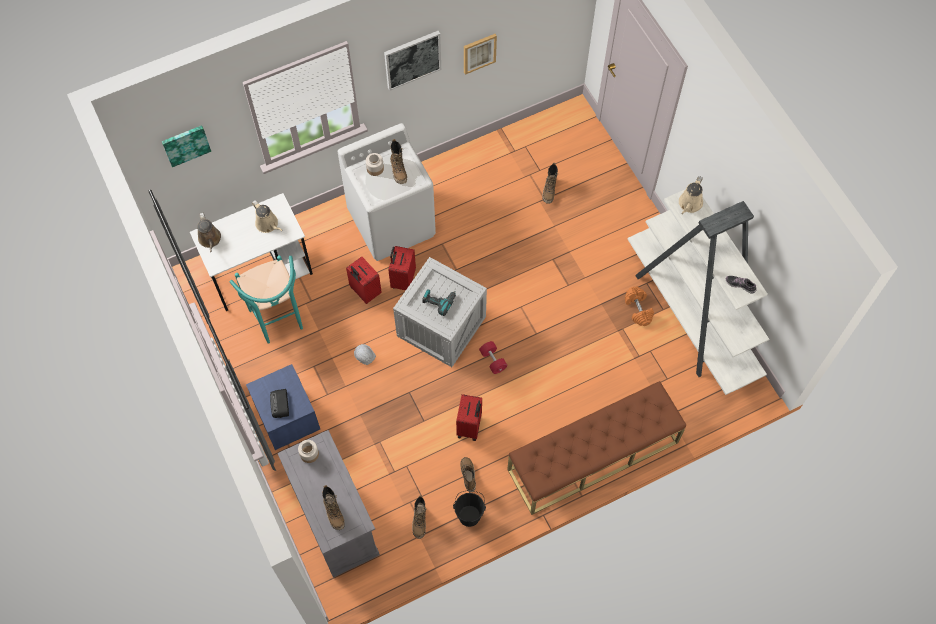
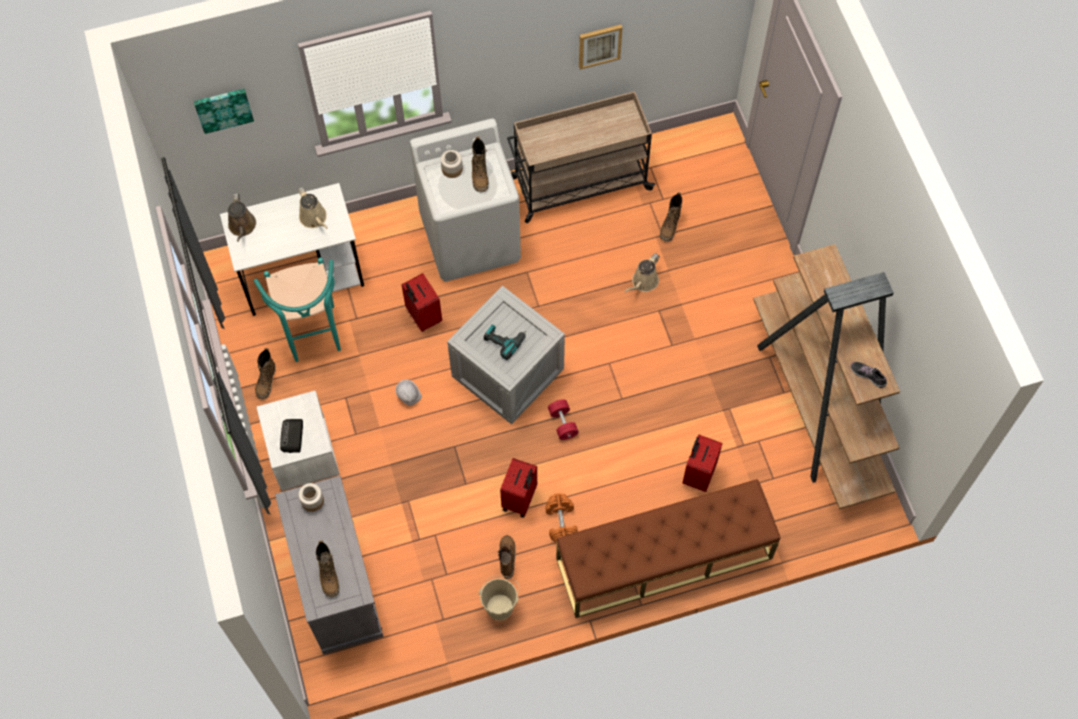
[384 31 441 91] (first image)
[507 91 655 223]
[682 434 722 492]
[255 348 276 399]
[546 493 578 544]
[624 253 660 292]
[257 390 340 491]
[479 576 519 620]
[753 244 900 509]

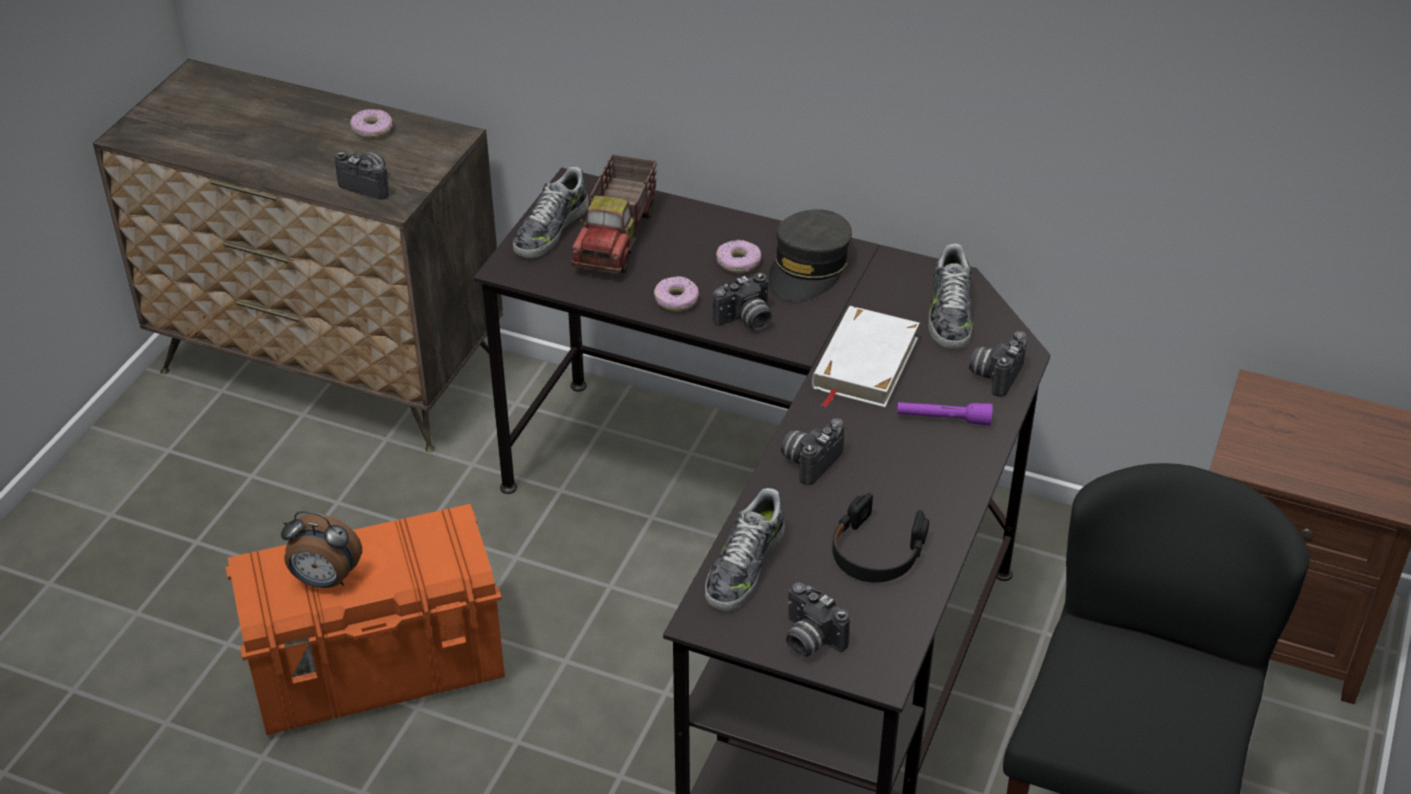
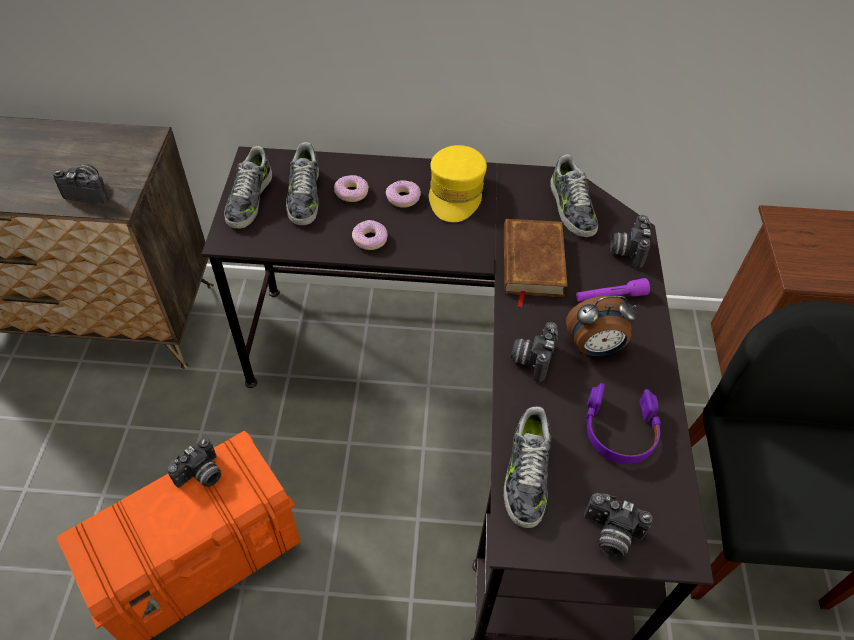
[566 296 637 356]
[334 175 369 202]
[167 438 221 488]
[286 142 319 225]
[429 145 487 222]
[504 219 567 308]
[586 383 661 464]

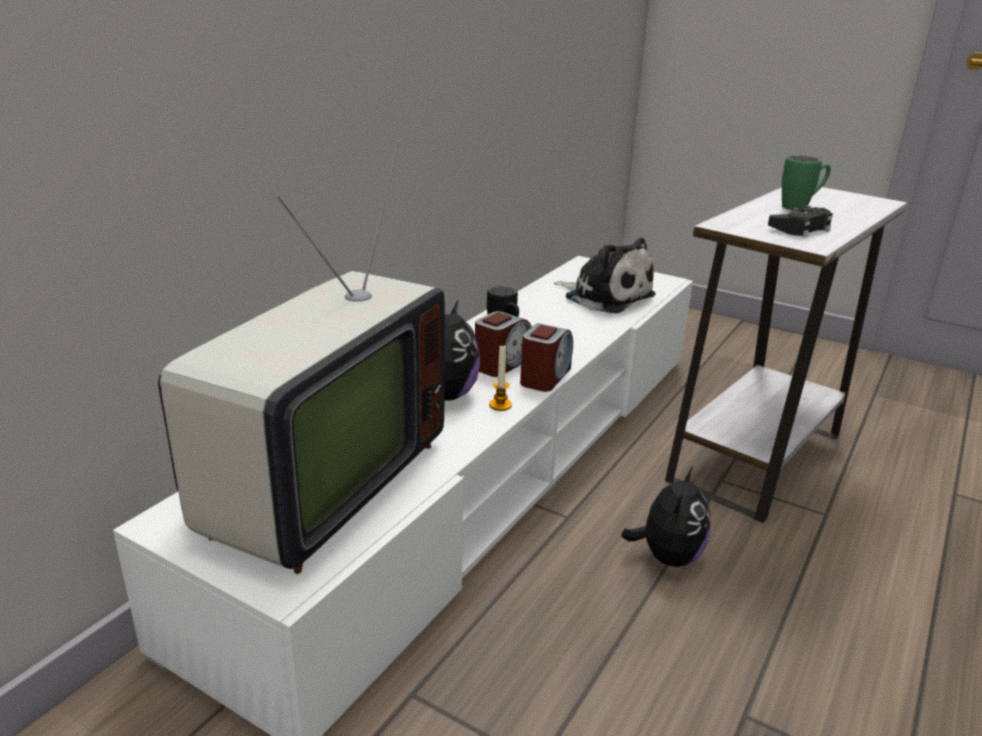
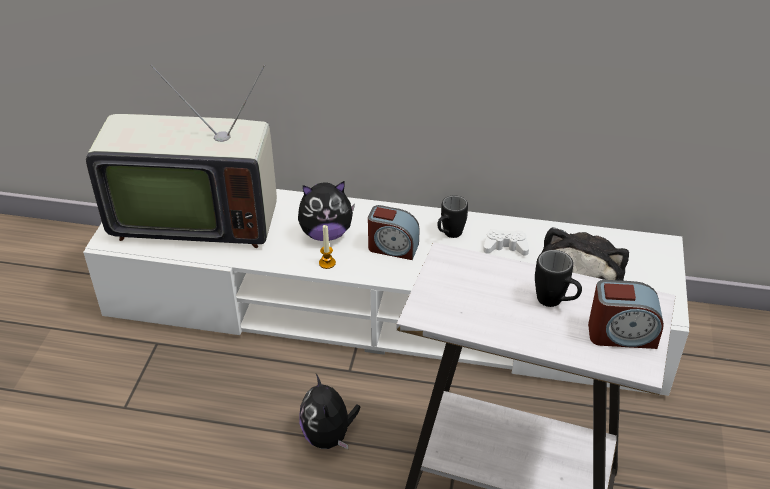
[768 205 833 237] (first image)
[483 229 529 256]
[588 280 664 349]
[535 250 582 307]
[299 374 361 449]

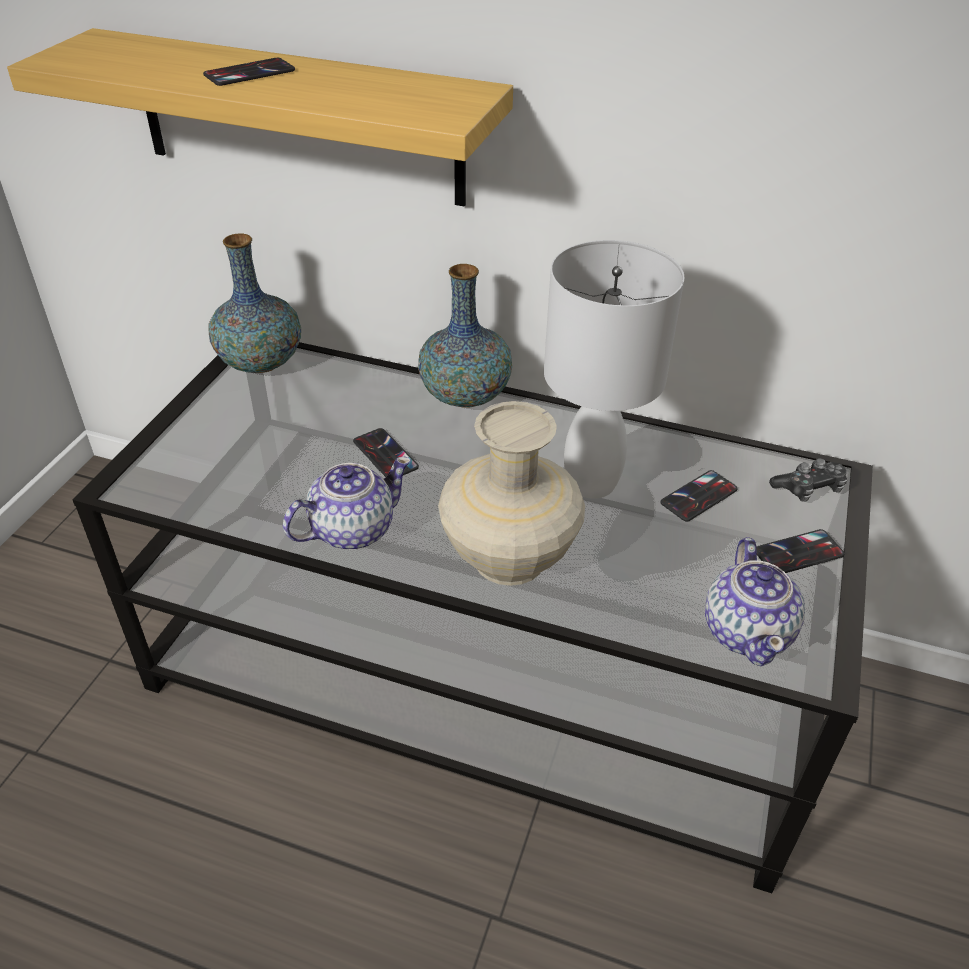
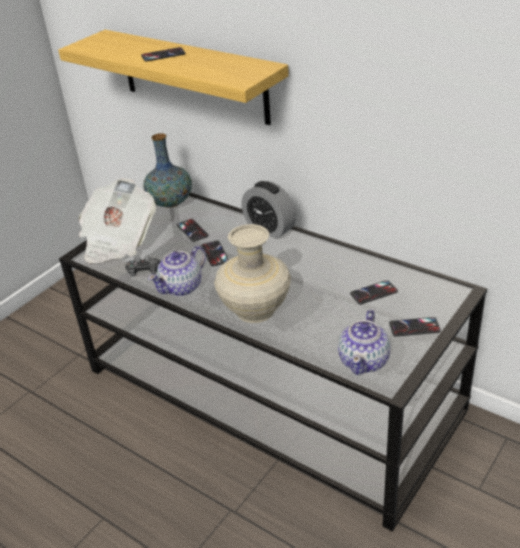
[544 240 684 499] (first image)
[79 179 156 263]
[177 219 208 242]
[125 256 161 277]
[241 181 296 239]
[148 246 206 296]

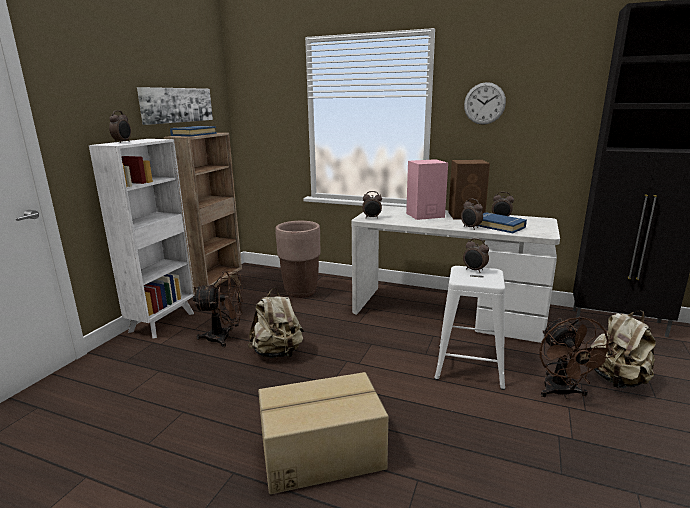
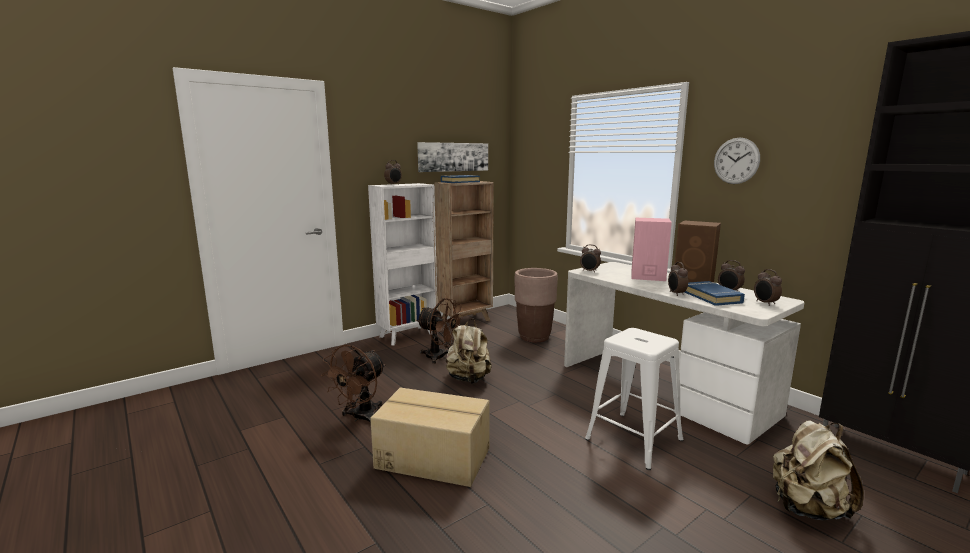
[754 269 782 306]
[321 345 386 424]

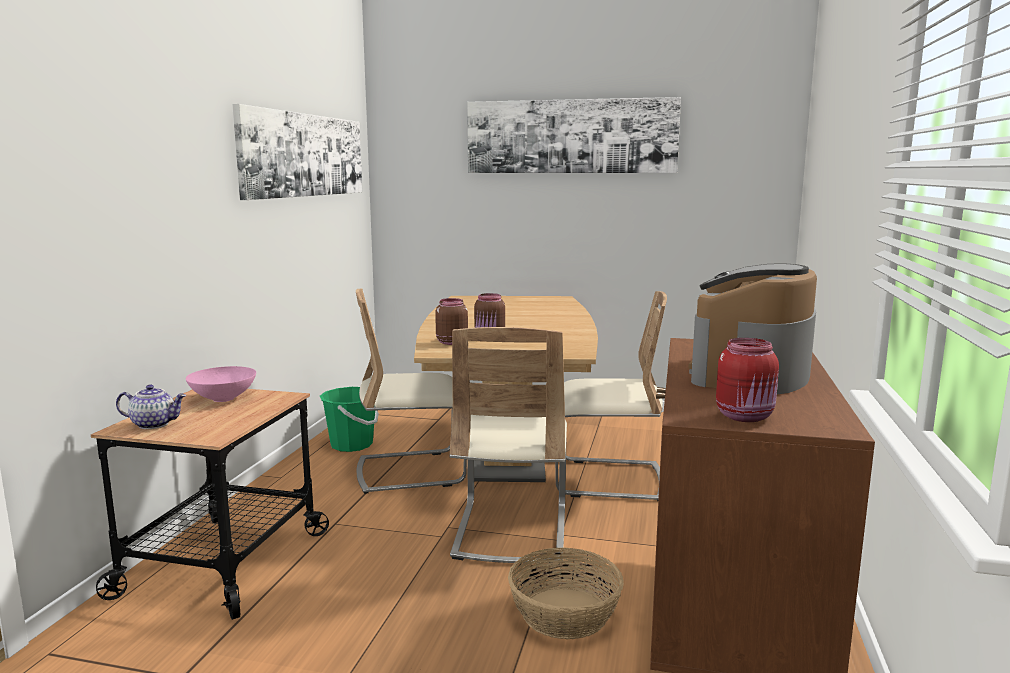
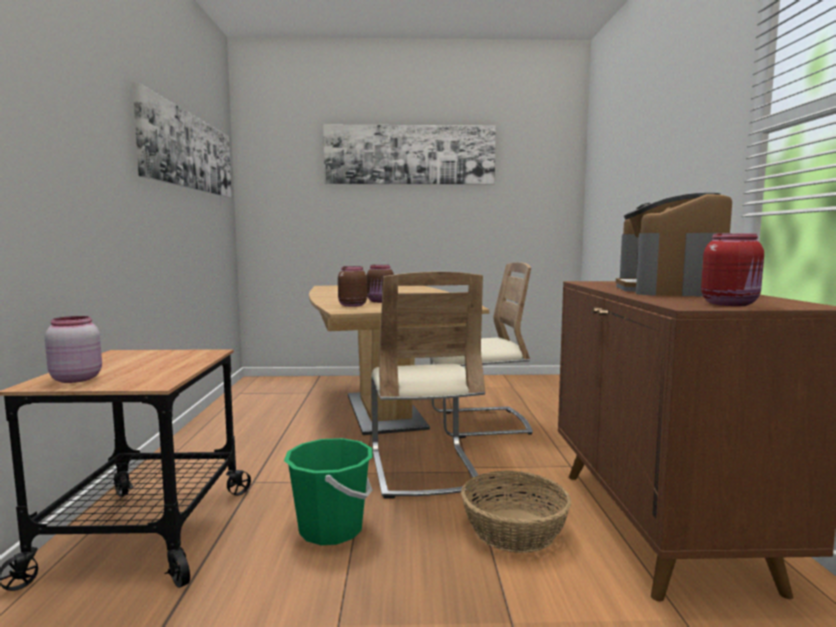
[186 366 256 402] (first image)
[356 289 467 494] (first image)
[284 438 373 545]
[45 316 102 383]

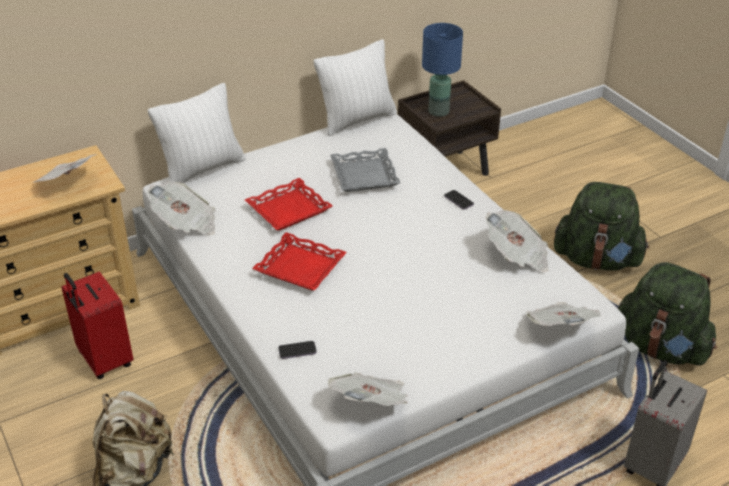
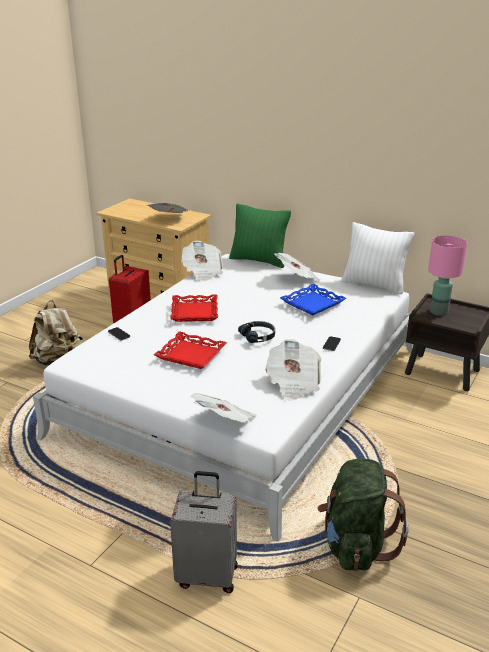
[554 182 649 271] (first image)
[238 321 275 343]
[154 331 227 369]
[274 253 320 280]
[229 203 291 268]
[280 284 346 315]
[428 235 467 316]

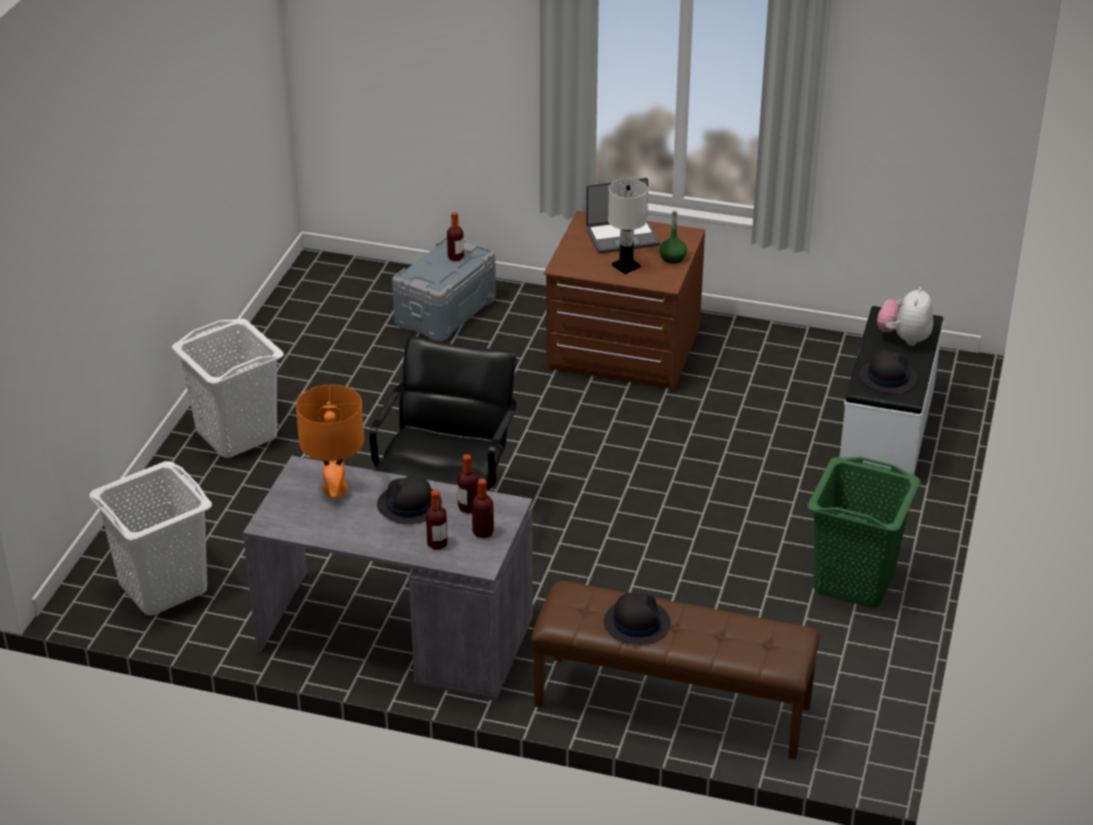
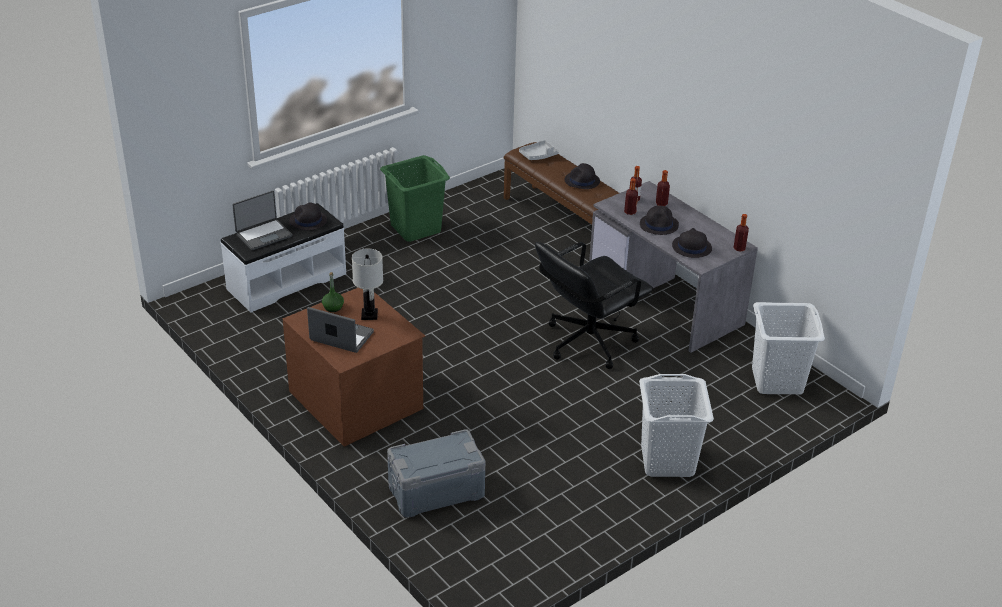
[519 140 559 160]
[733 214 749 252]
[672 228 712 258]
[233 191 293 250]

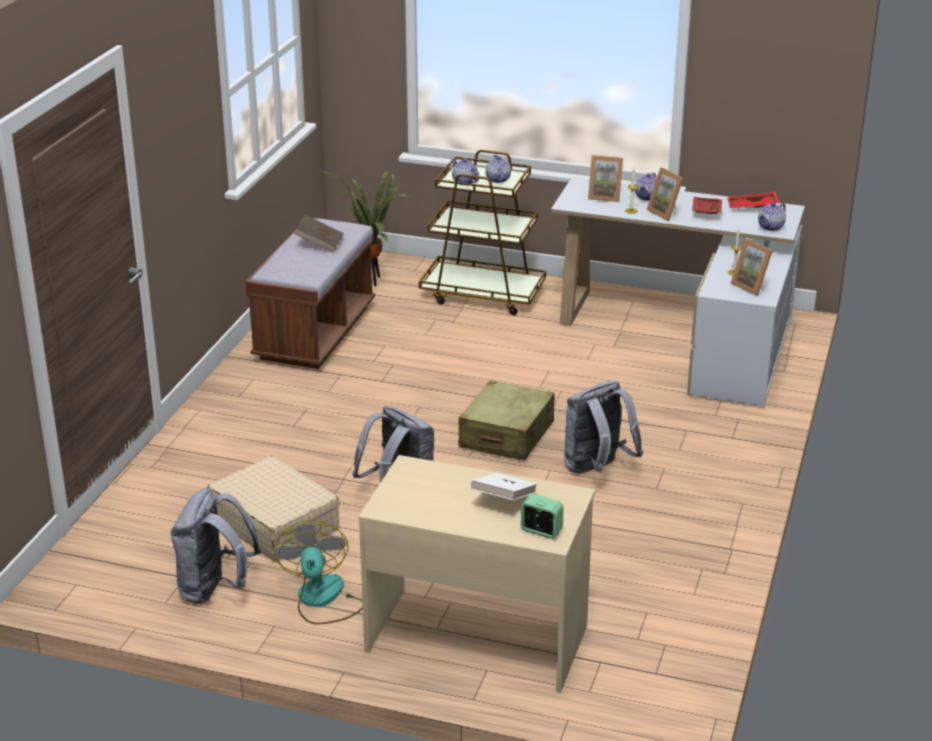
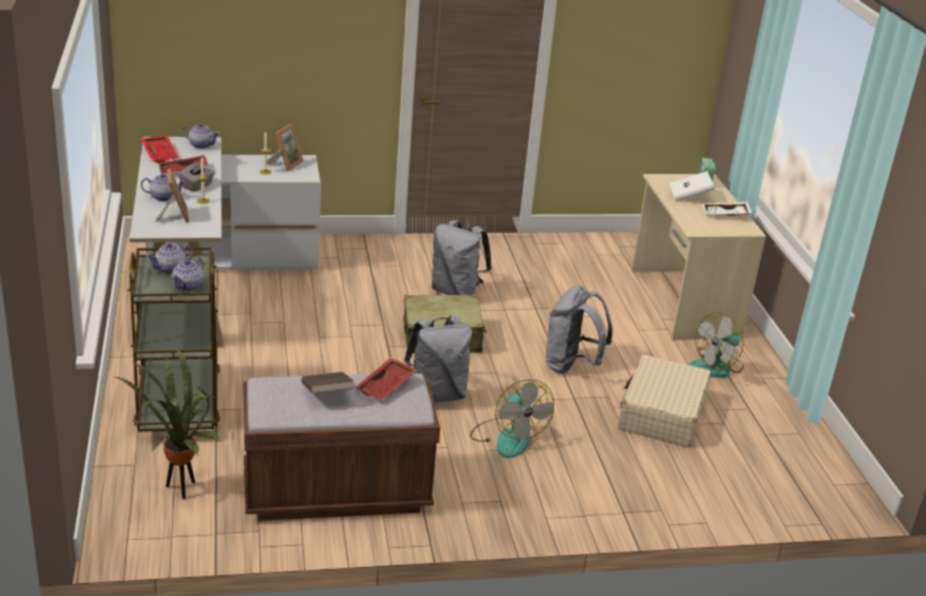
[355 358 417 400]
[470 379 554 458]
[702 202 752 216]
[404 315 472 403]
[179 163 215 192]

